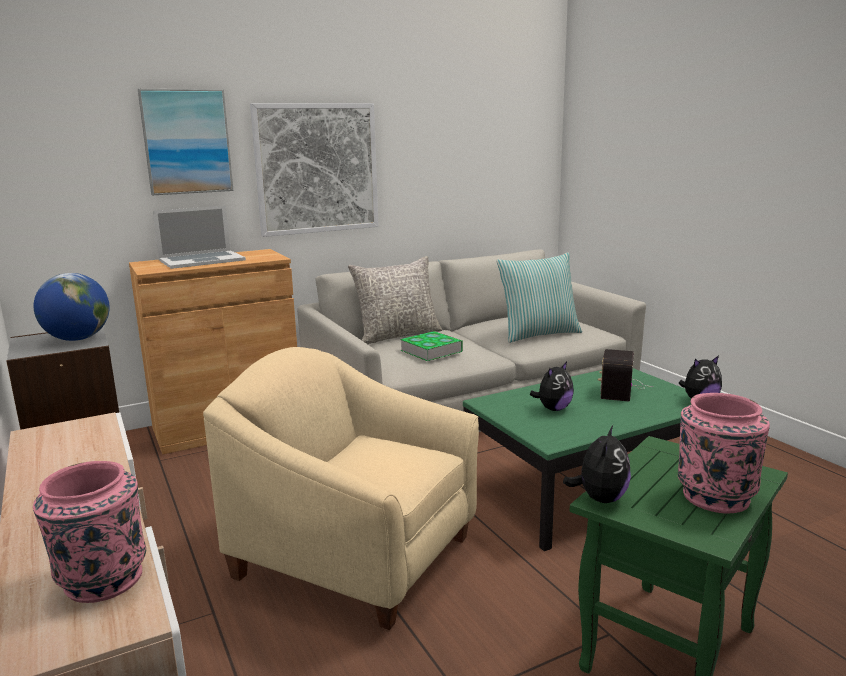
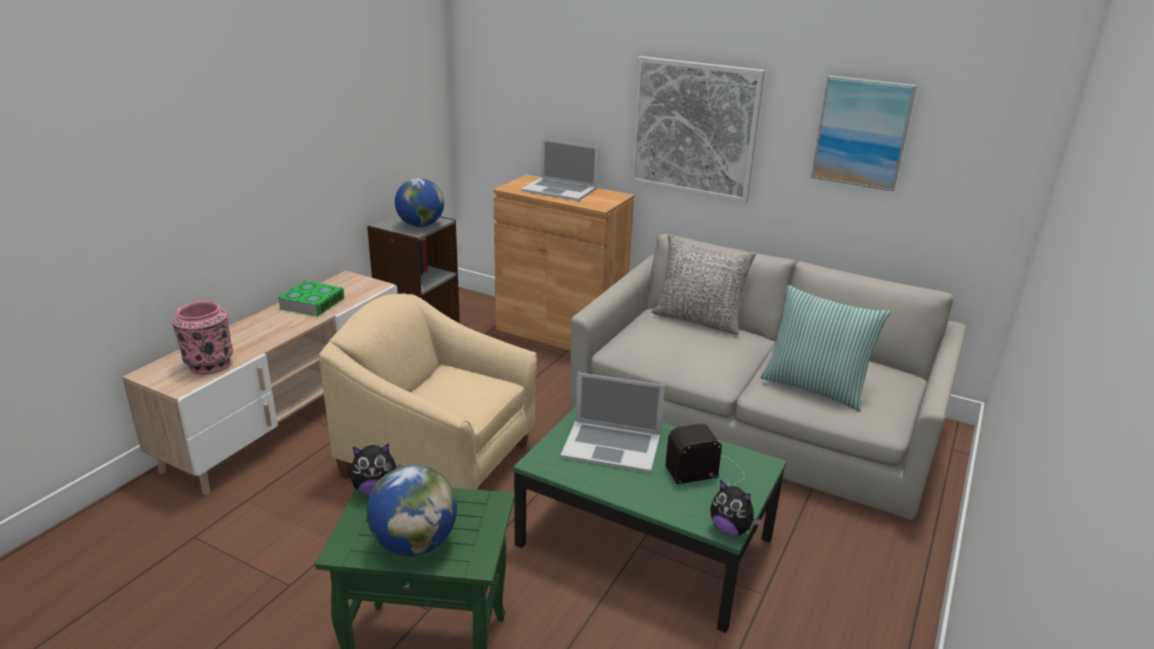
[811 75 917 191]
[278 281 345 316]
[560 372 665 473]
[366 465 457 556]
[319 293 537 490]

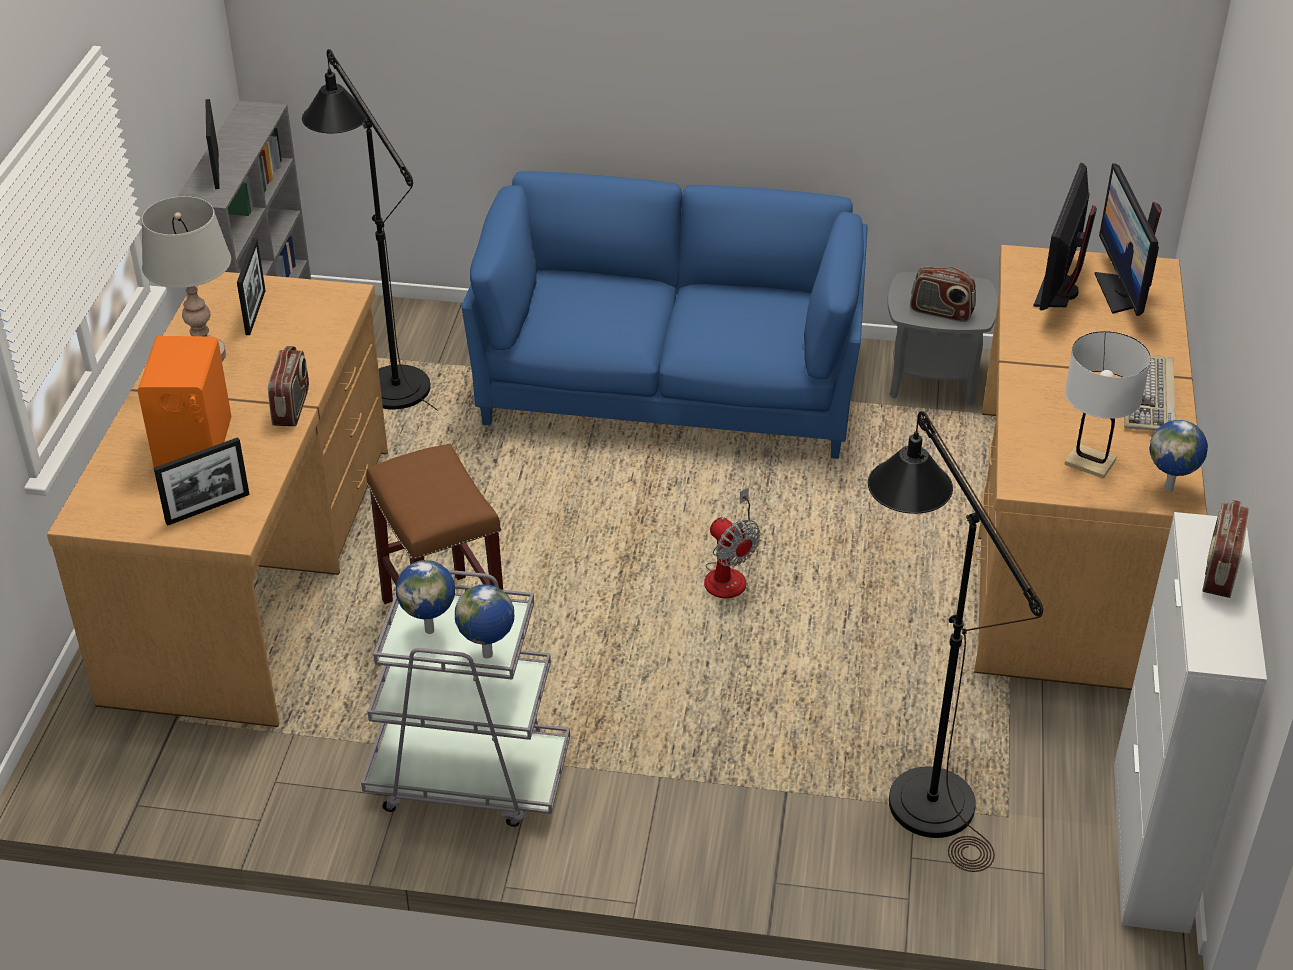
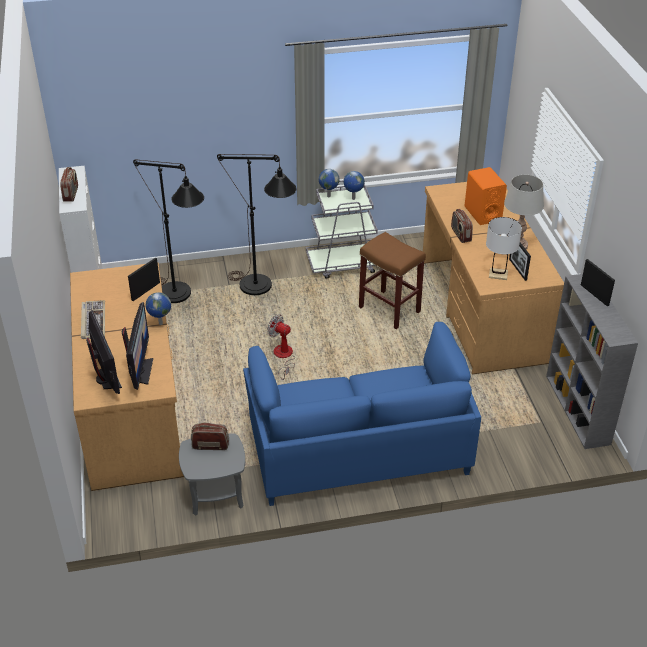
[128 258 160 301]
[217 154 297 295]
[486 217 522 280]
[145 292 171 325]

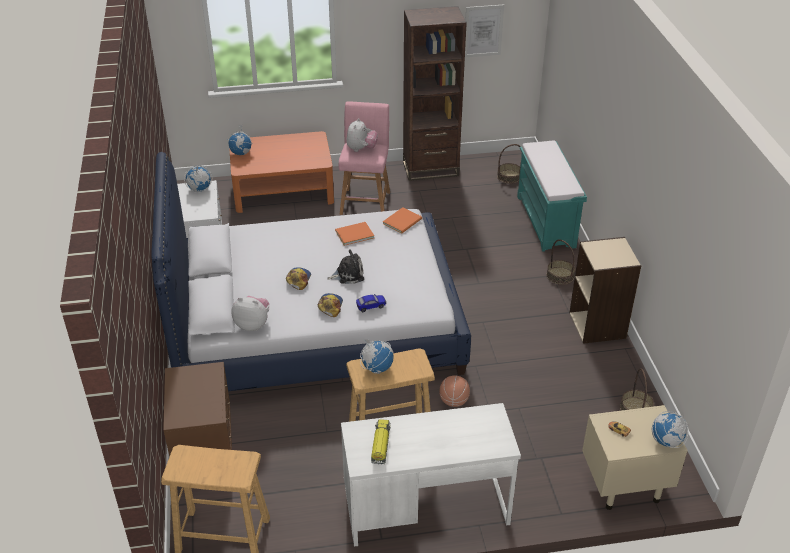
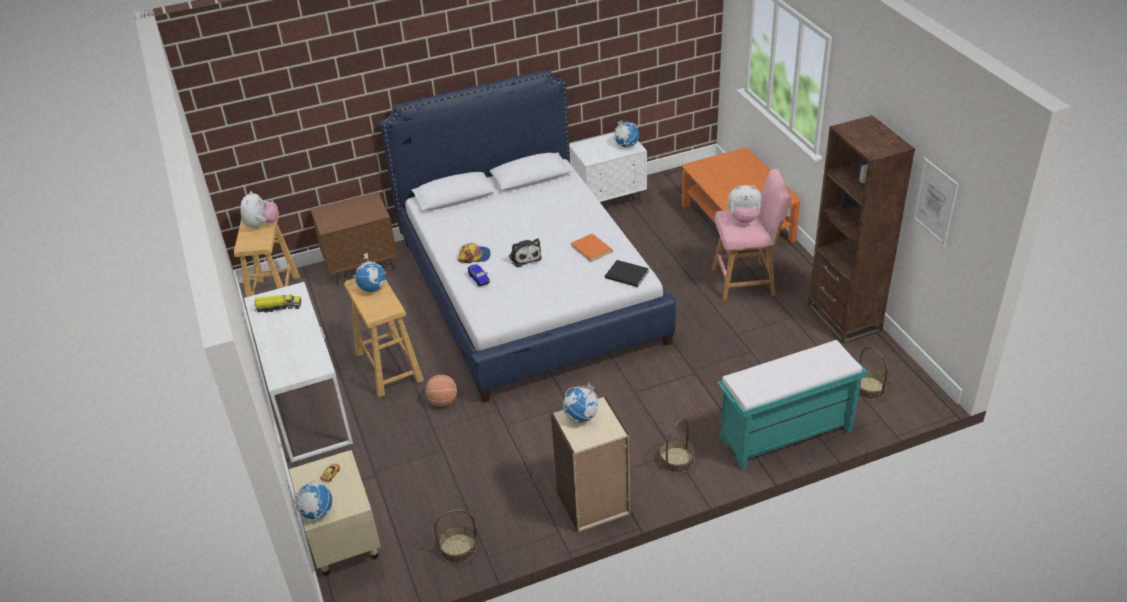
[286 267 311 290] (first image)
[563 383 599 423]
[240 191 278 229]
[605 260 649 287]

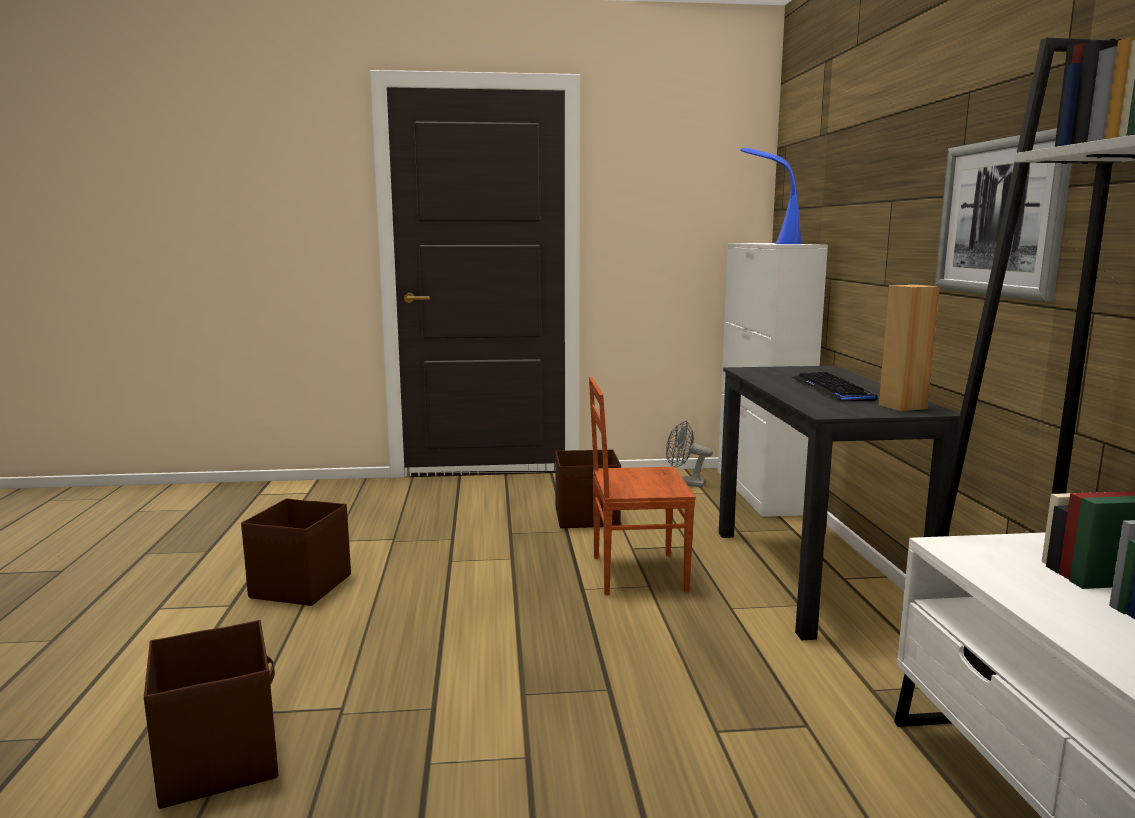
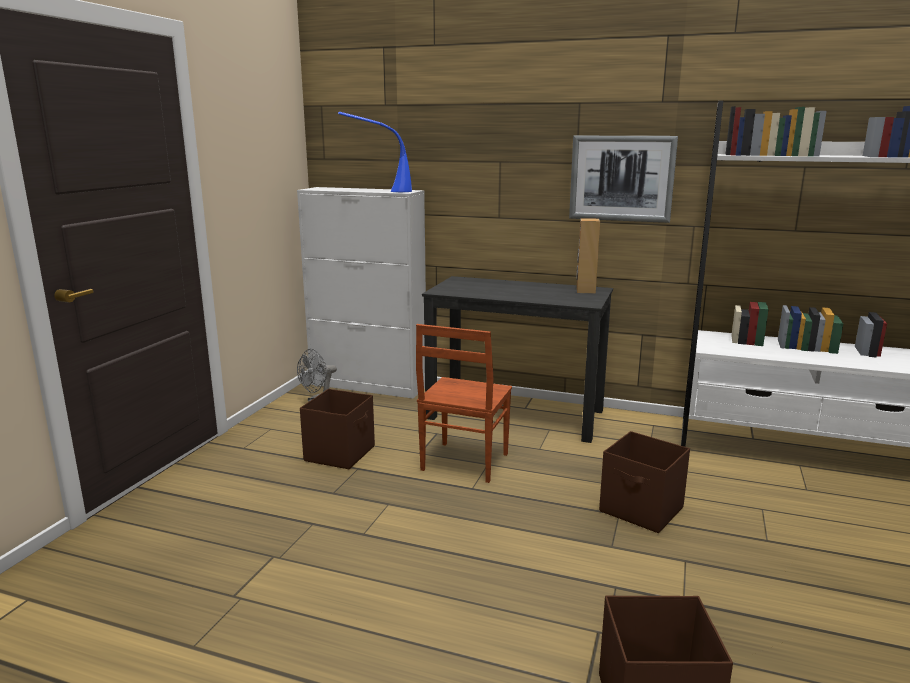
[792 372 878 401] (first image)
[599 431 690 533]

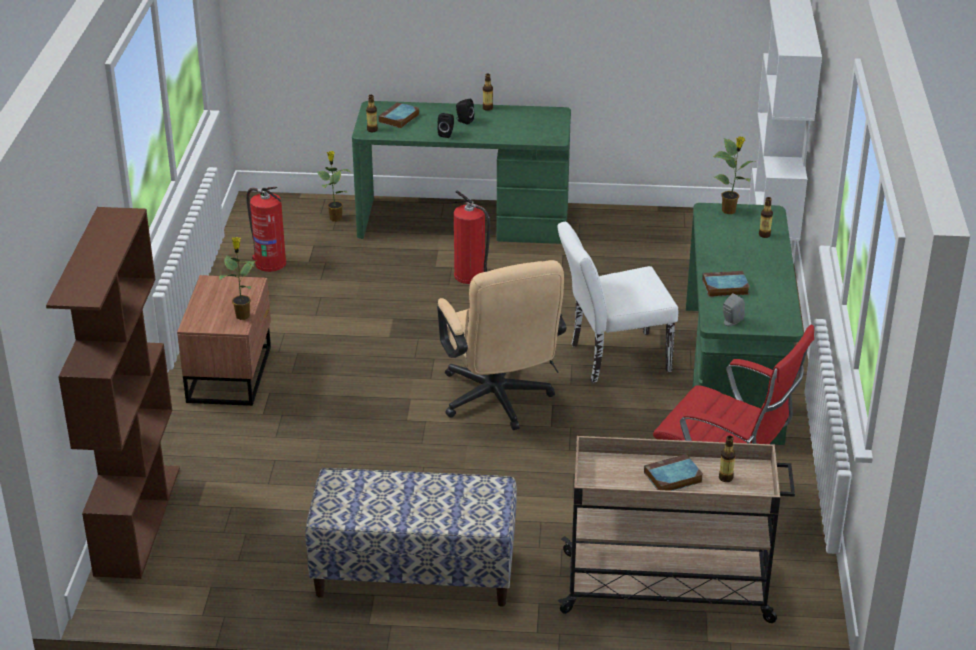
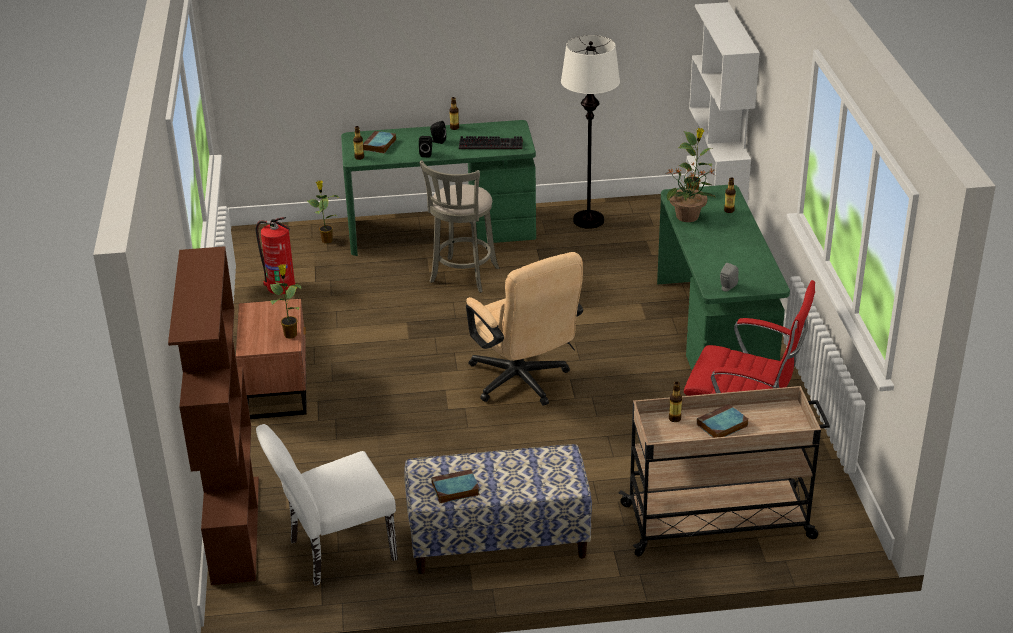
[459 136 523 149]
[561 35 620 229]
[667 162 716 222]
[256 424 398 586]
[431 469 480 503]
[669 382 682 422]
[419 160 500 293]

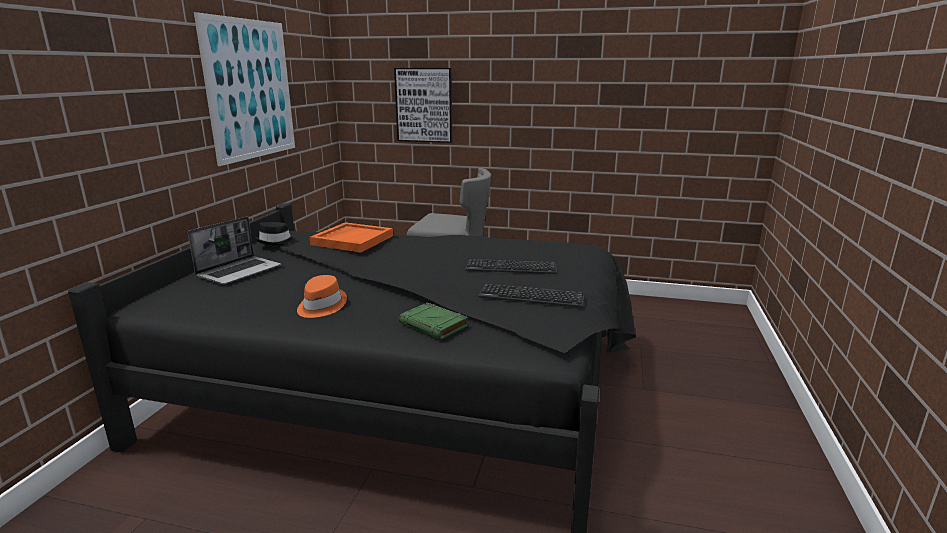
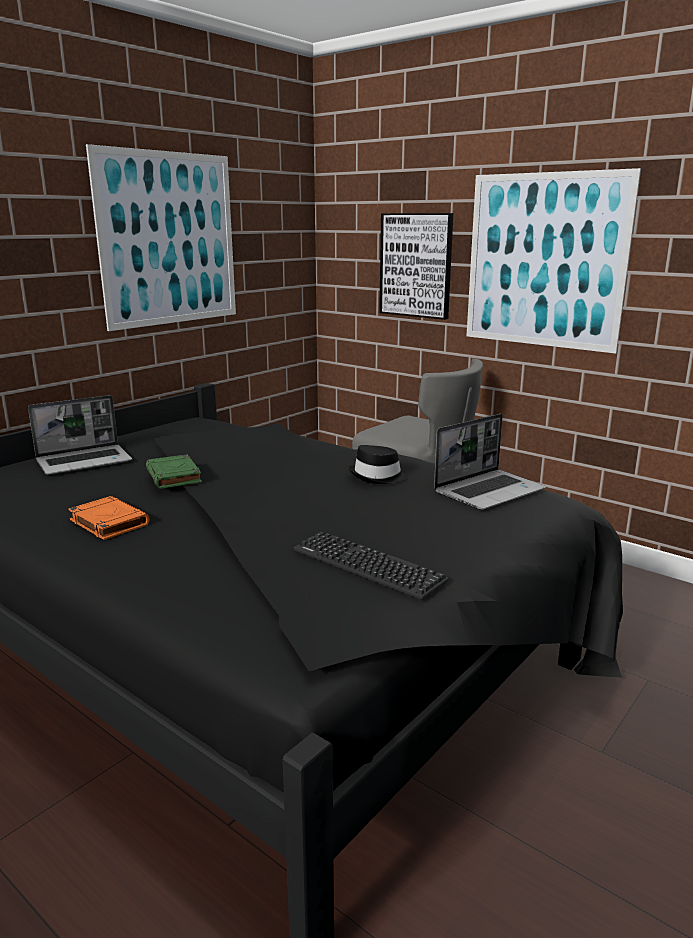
[309 222 393 252] (first image)
[465 259 557 274] (first image)
[434 414 546 510]
[467 168 641 354]
[348 445 408 484]
[146 454 202 489]
[68 496 149 540]

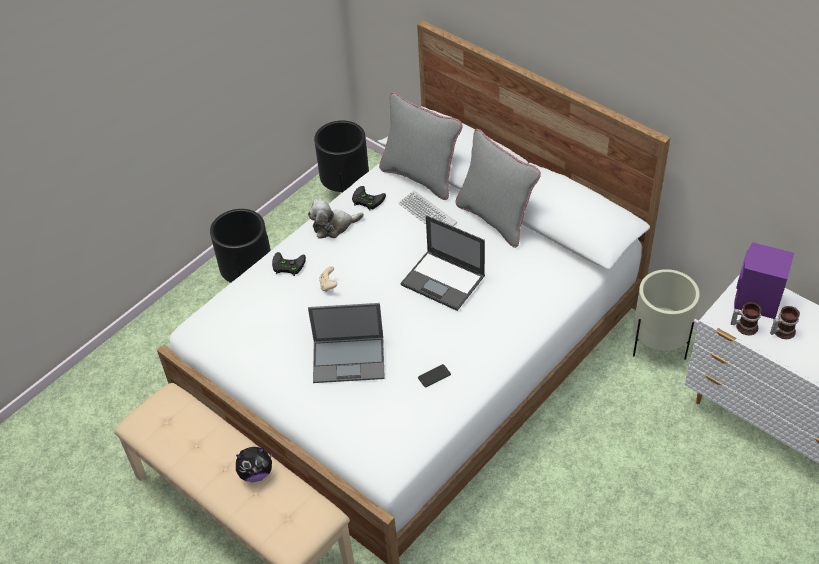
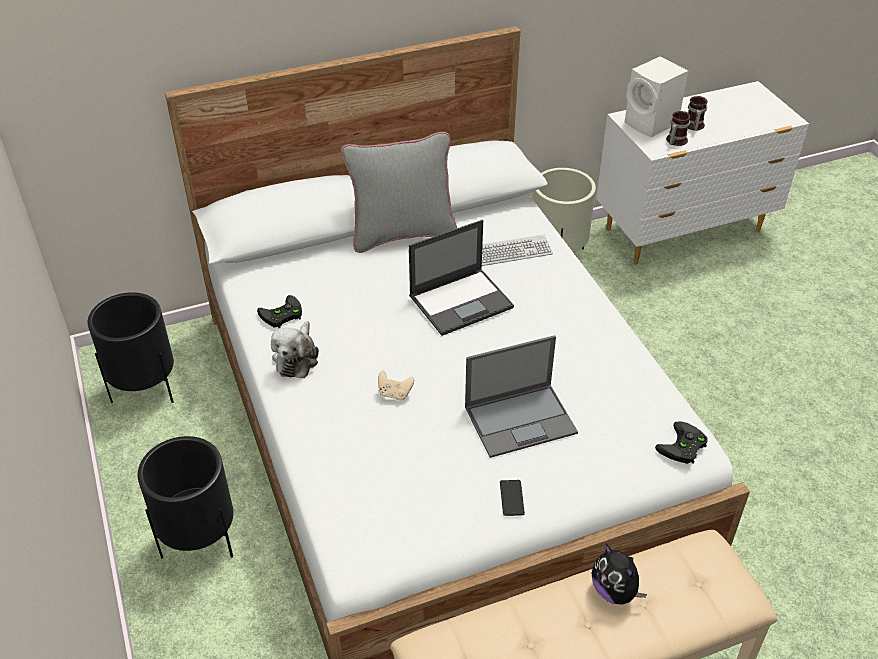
[379 92 462 200] (first image)
[655 421 708 464]
[482 234 553 266]
[500 480 525 516]
[625 57 688 138]
[591 544 647 604]
[465 335 578 458]

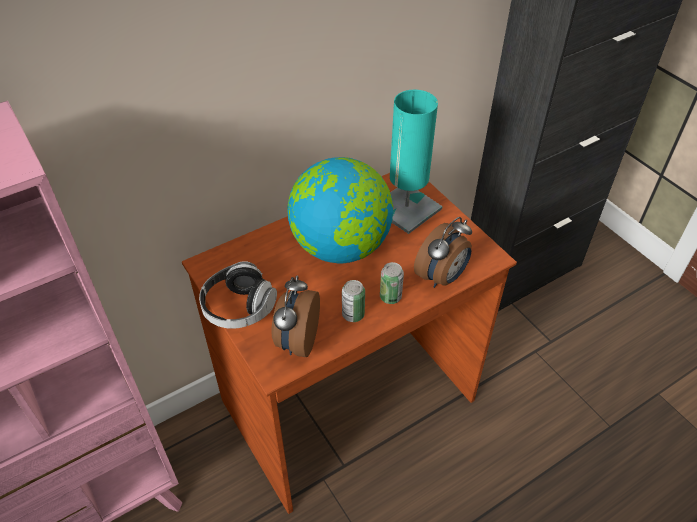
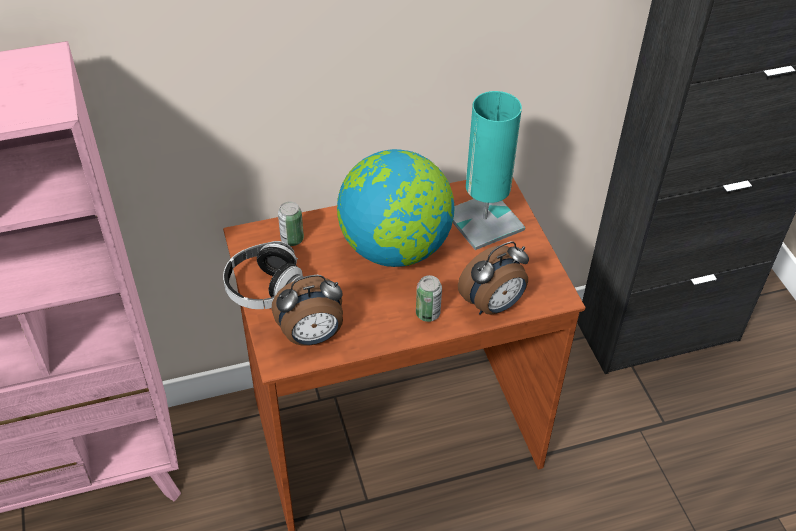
[278 201 304 246]
[272 275 343 346]

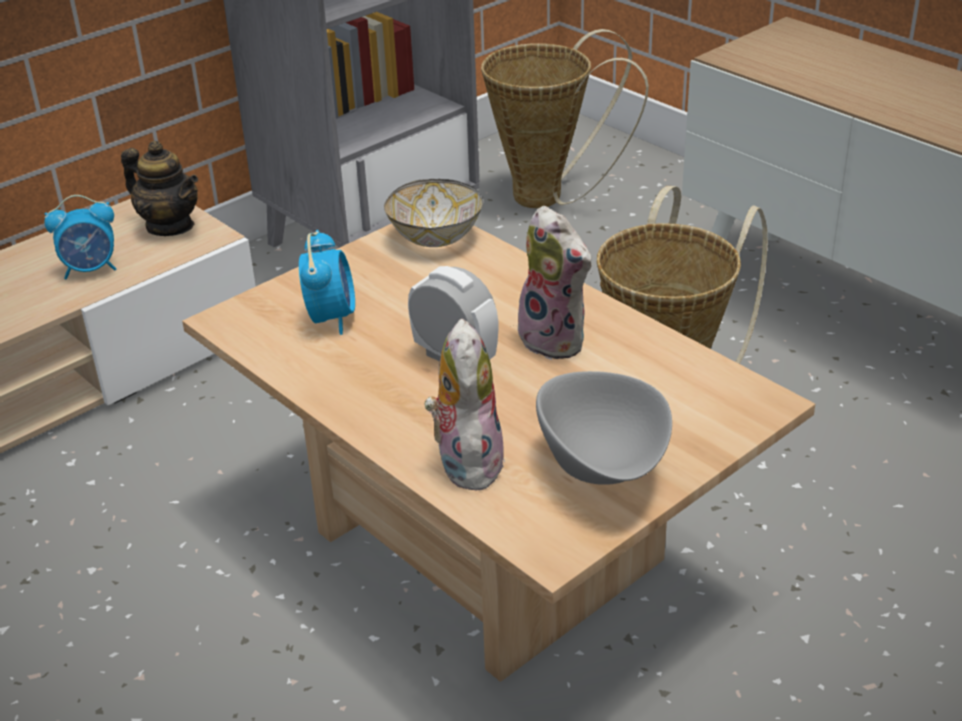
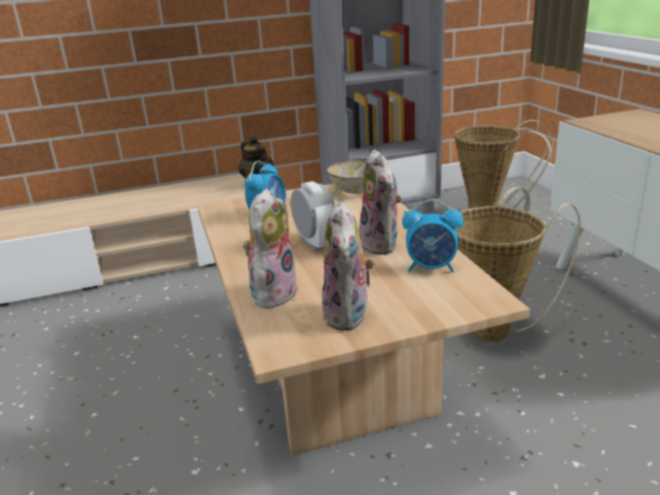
[402 199 463 272]
[322 201 375 331]

